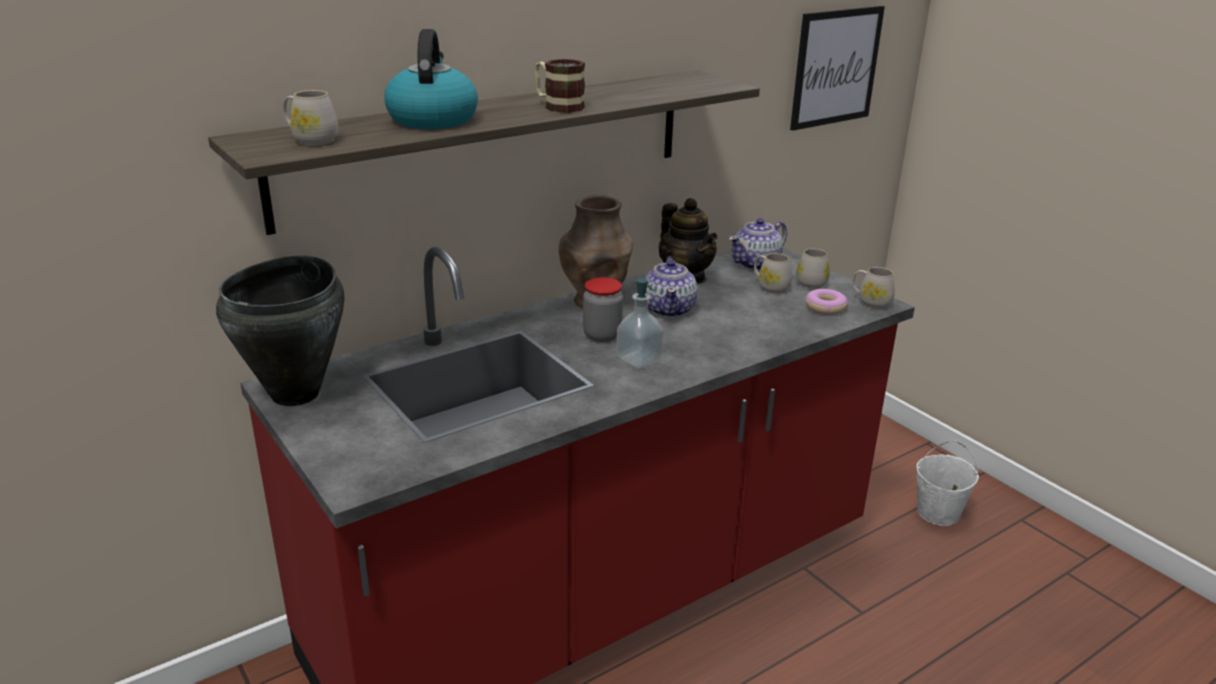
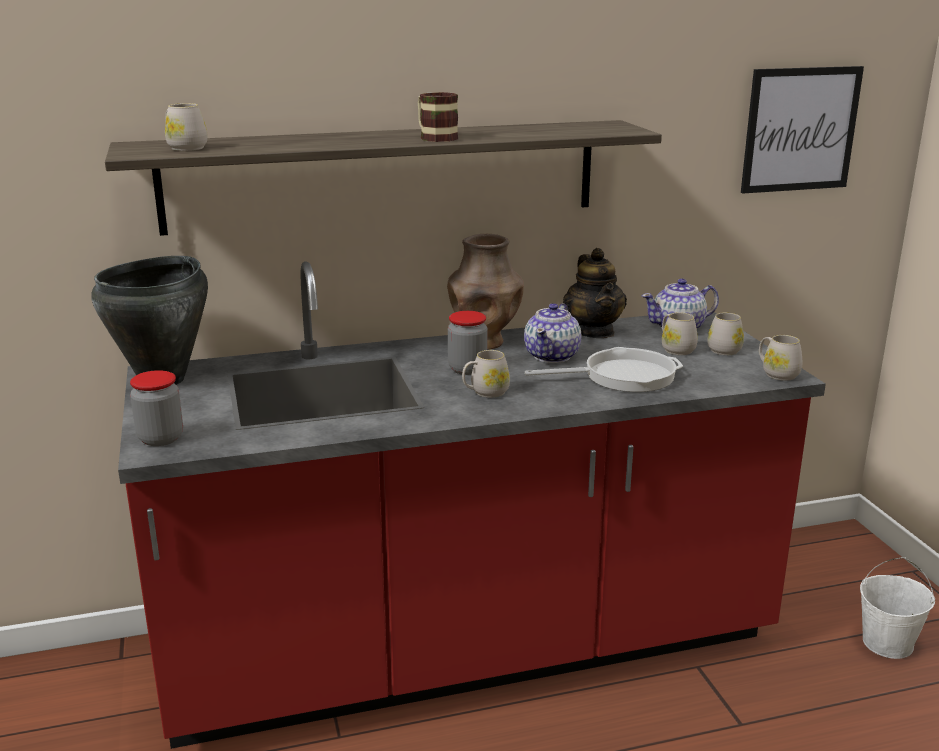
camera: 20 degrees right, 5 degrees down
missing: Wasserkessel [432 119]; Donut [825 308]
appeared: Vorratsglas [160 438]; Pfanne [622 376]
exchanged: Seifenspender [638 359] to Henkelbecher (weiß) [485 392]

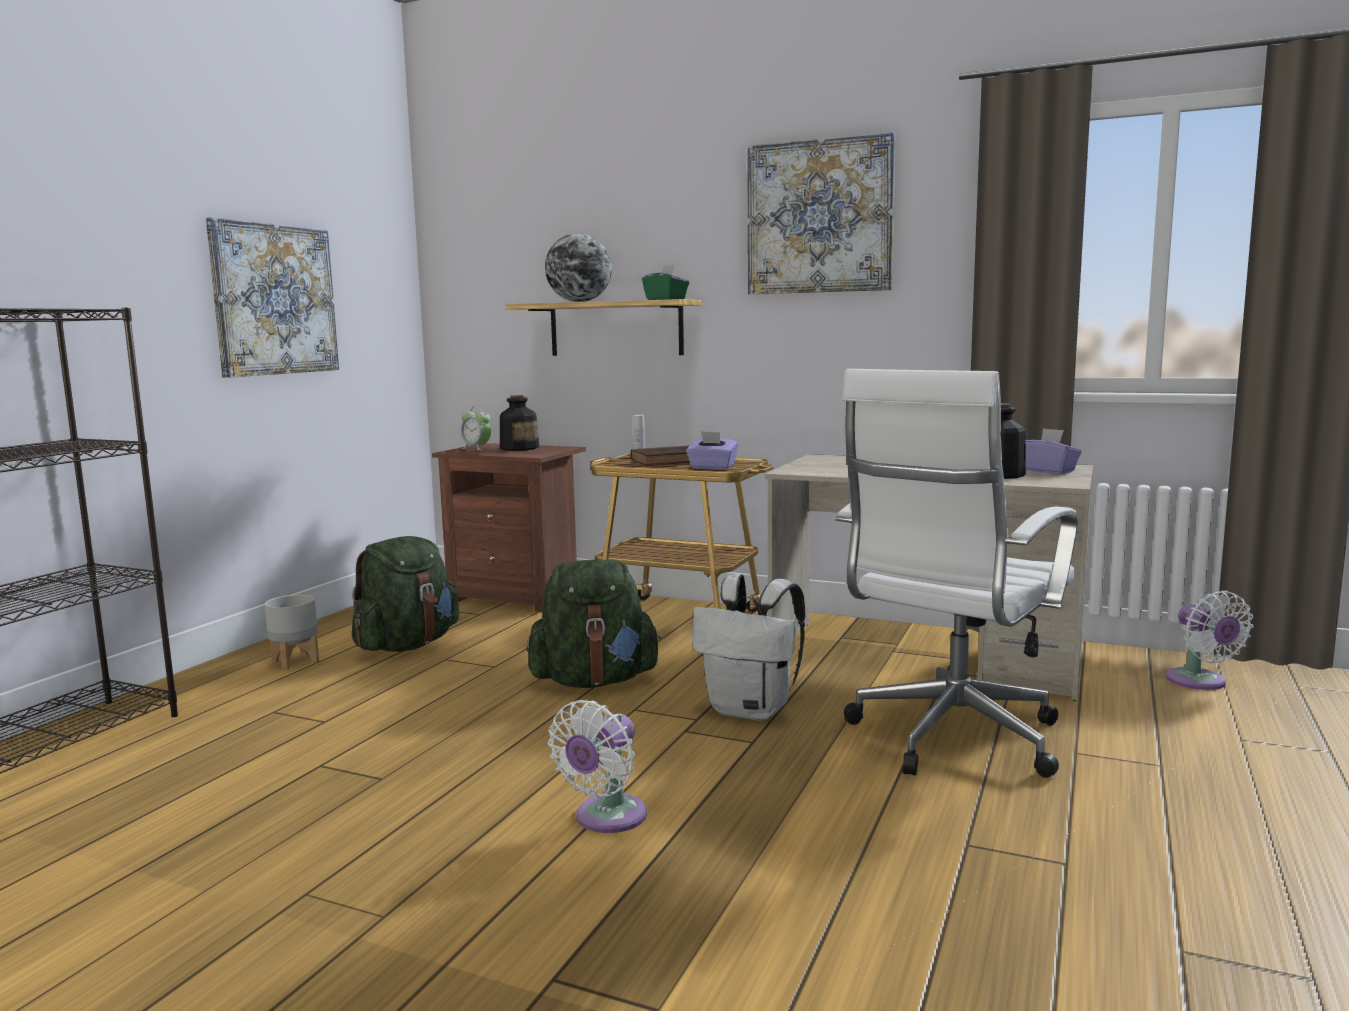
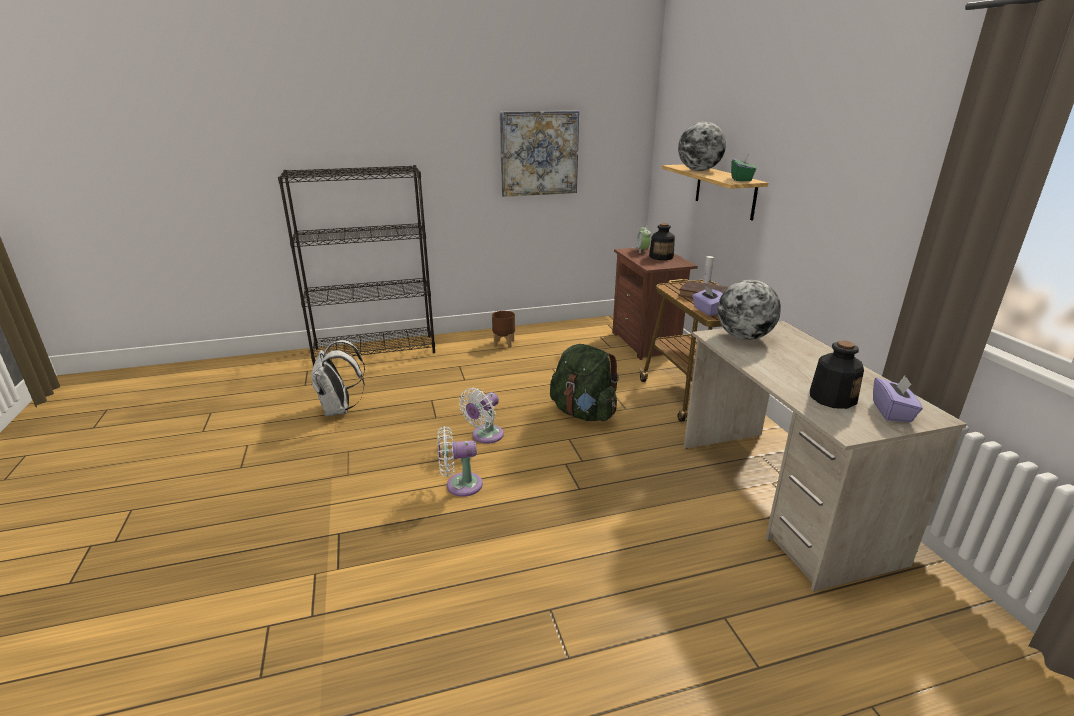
camera: 50 degrees right, 15 degrees up
missing: Rucksack (grün) [407 645]; Bild [819 217]; Bürostuhl (weiß) [950 740]
appeared: Globus [744 337]
relocated: Rucksack (weiß) [752 710] to [339 410]; Ventilator (weiß) [1200 682] to [485 436]
colour: Pflanzkübel (grau) [295 662] to Pflanzkübel (braun) [504 343]

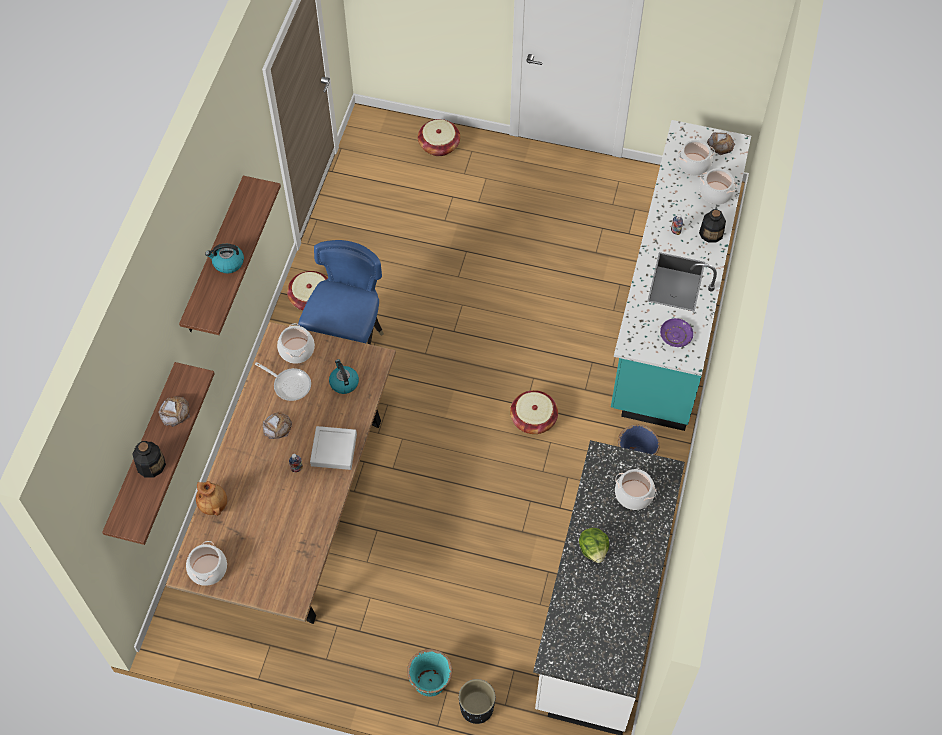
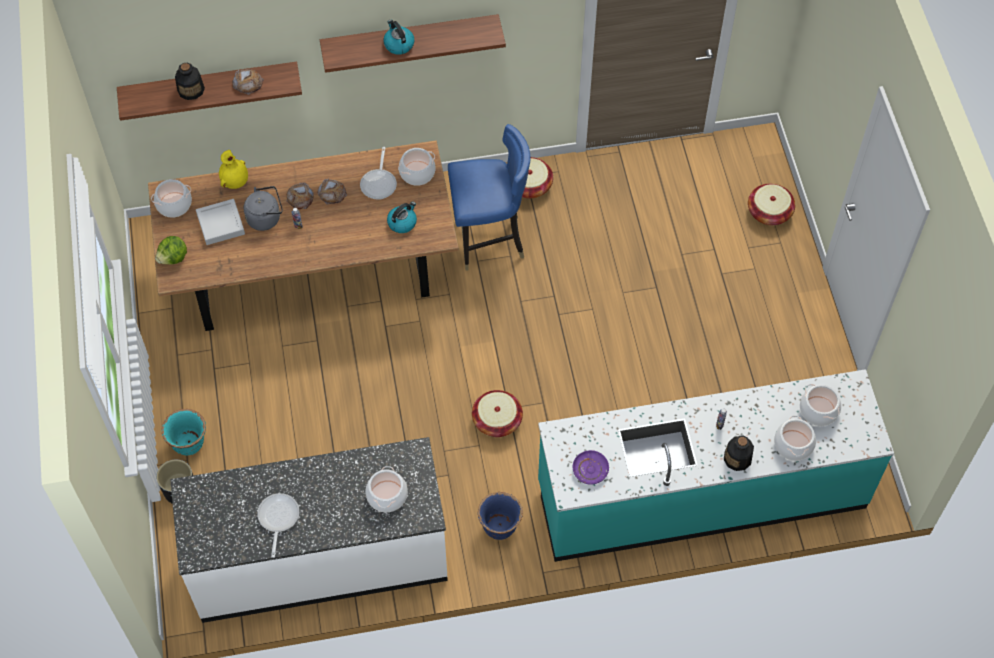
camera: 65 degrees right, 0 degrees up
appeared: Wasserkessel (grau) [266 218]; Pfanne [278 519]
relocated: Salatkopf [593 549] to [173 258]; Tablett (grau) [334 450] to [221 224]; Brot [720 145] to [300 198]
colour: Vase (braun) [214 504] to Vase (gelb) [235 182]

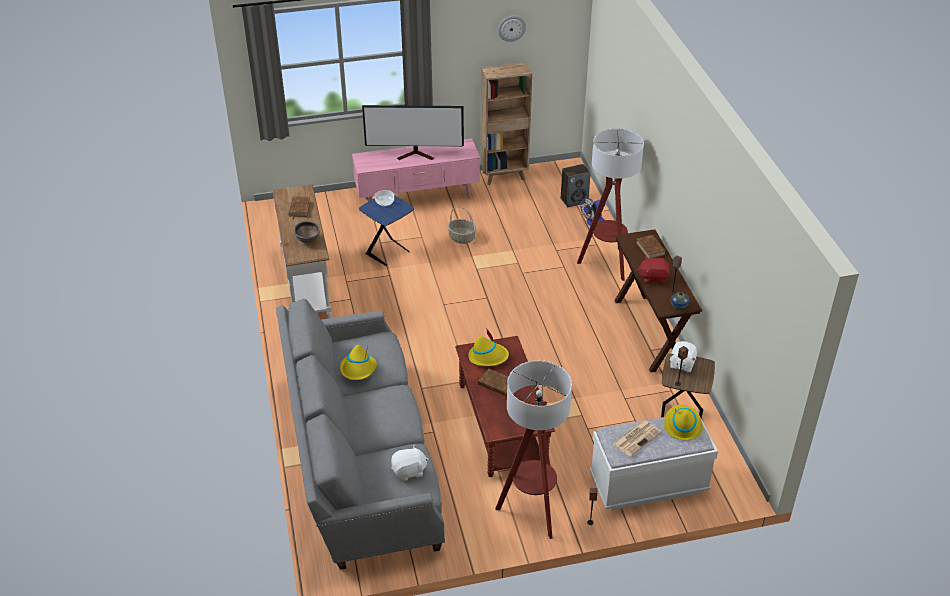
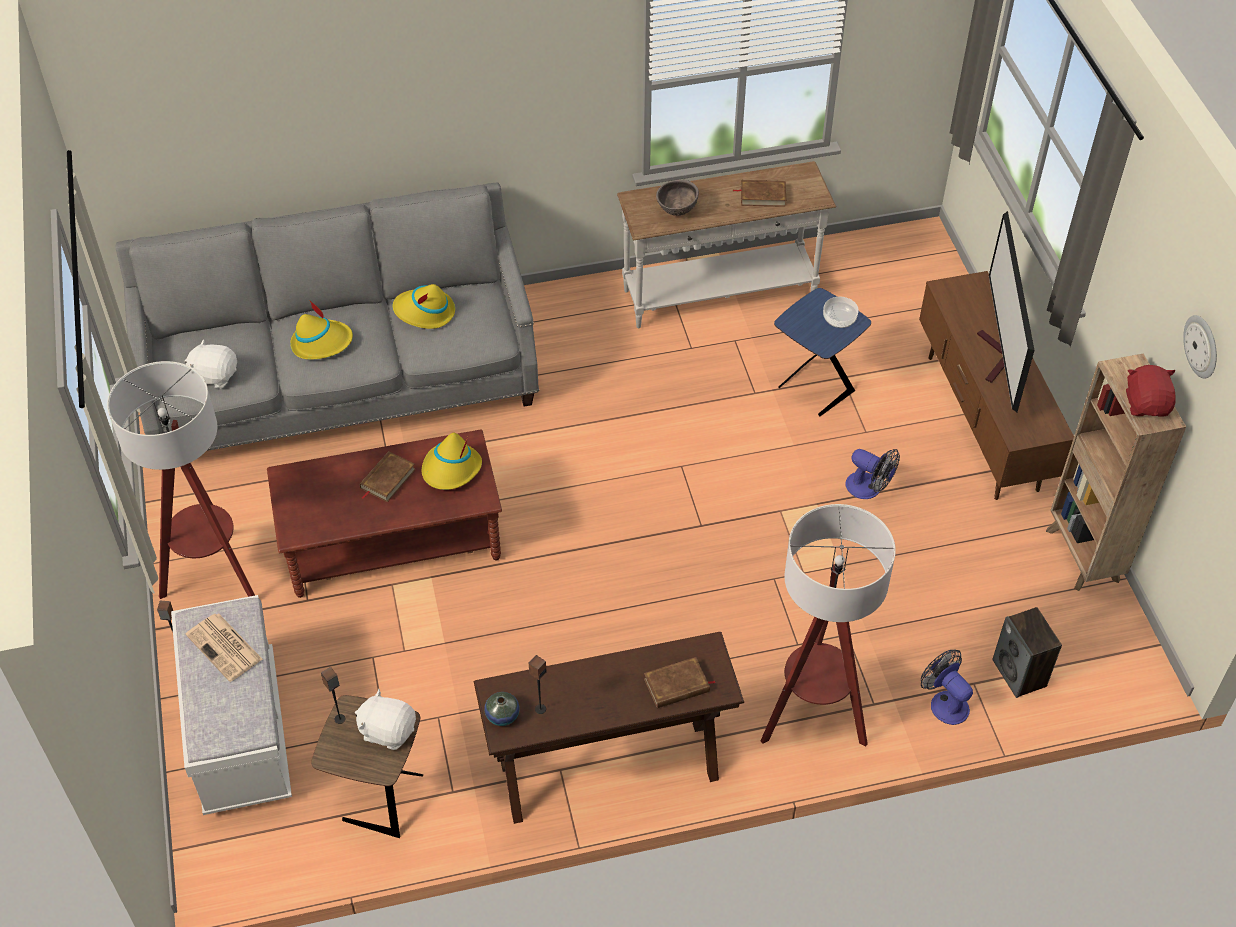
camera: 90 degrees right, 10 degrees up
relocated: Hut (gelb) [682 425] to [322 342]; Plüschtier (rot) [653 278] to [1146 404]
exchanged: Korb [461 238] to Ventilator [869 488]
colour: Fernsehschrank (rosa) [417 199] to Fernsehschrank (braun) [980 423]
spun: Plüschtier (weiß) [409 471] = [214 375] 120 degrees clockwise

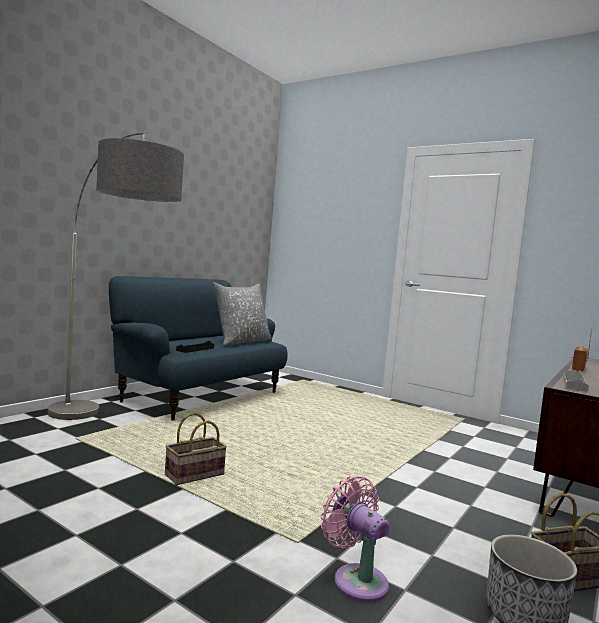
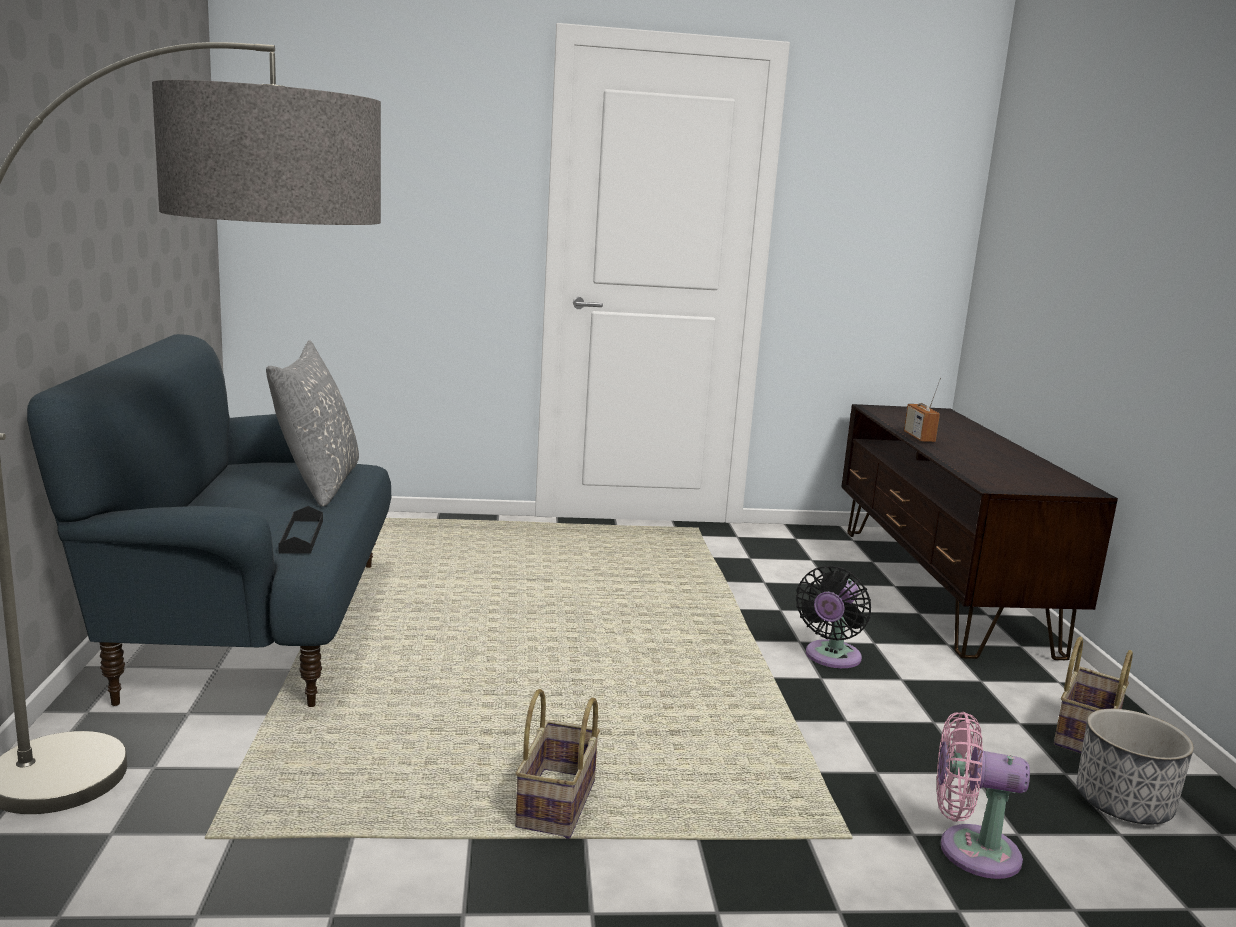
camera: 40 degrees left, 10 degrees up
missing: Tablett (grau) [574 384]
appeared: Ventilator (schwarz) [830 658]

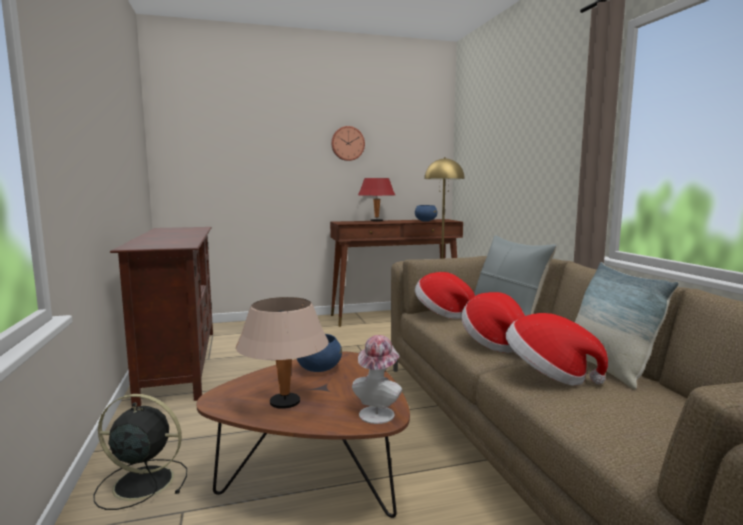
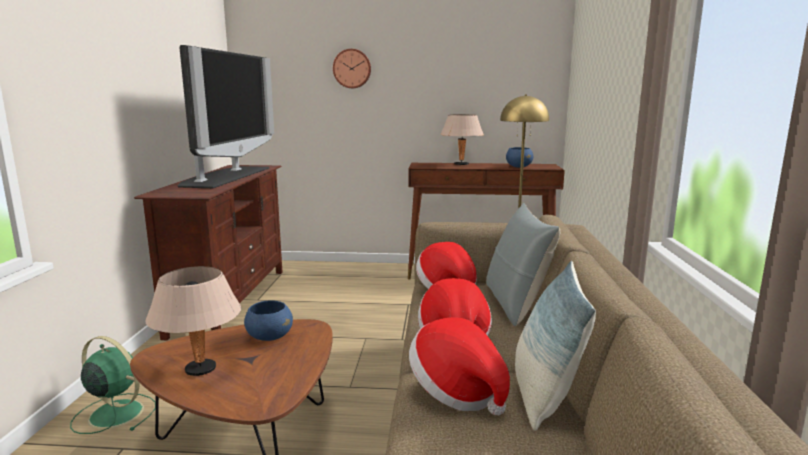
camera: 20 degrees right, 5 degrees up
missing: Hut [378 412]
appeared: Fernseher [225 176]
relocated: Wanduhr [347 143] to [352 68]
colour: Ventilator (schwarz) [141 482] to Ventilator (grün) [114 413]; Tischlampe (rot) [376 221] to Tischlampe (beige) [461 164]

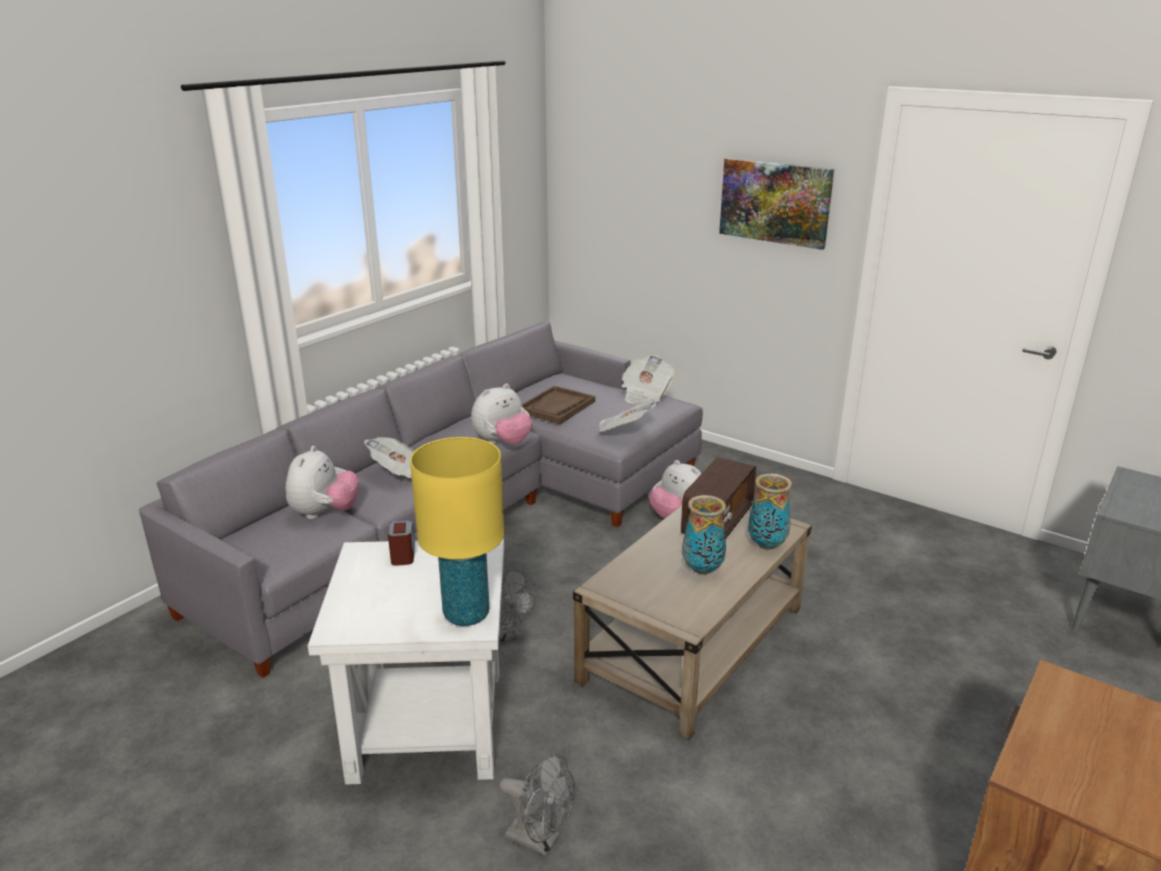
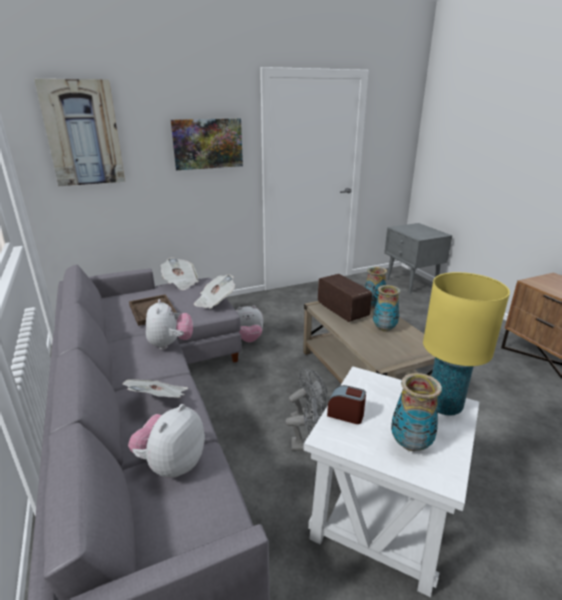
camera: 60 degrees left, 0 degrees up
appeared: Bild [83 133]; Vase [410 444]
relocated: Ventilator (grau) [540 840] to [307 414]
spun: Plüschtier [324 513] = [171 464] 105 degrees counterclockwise

